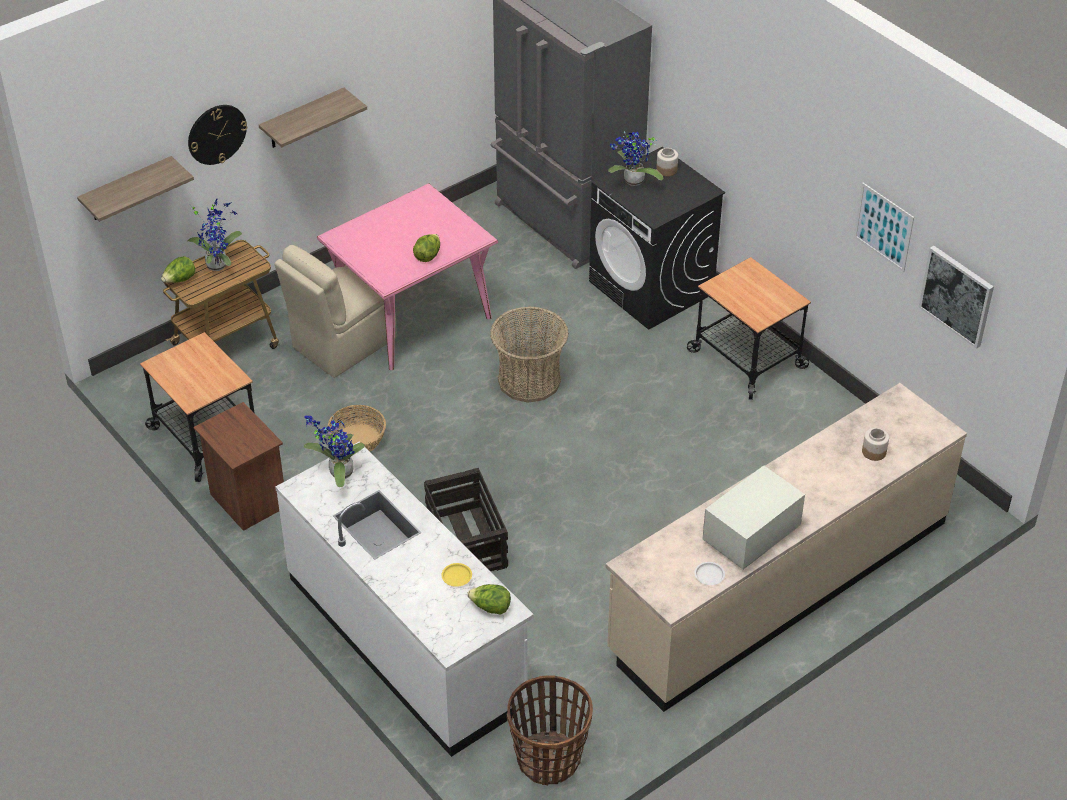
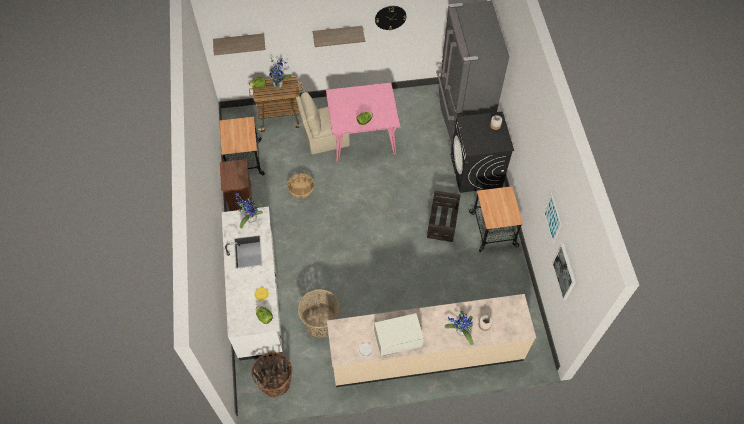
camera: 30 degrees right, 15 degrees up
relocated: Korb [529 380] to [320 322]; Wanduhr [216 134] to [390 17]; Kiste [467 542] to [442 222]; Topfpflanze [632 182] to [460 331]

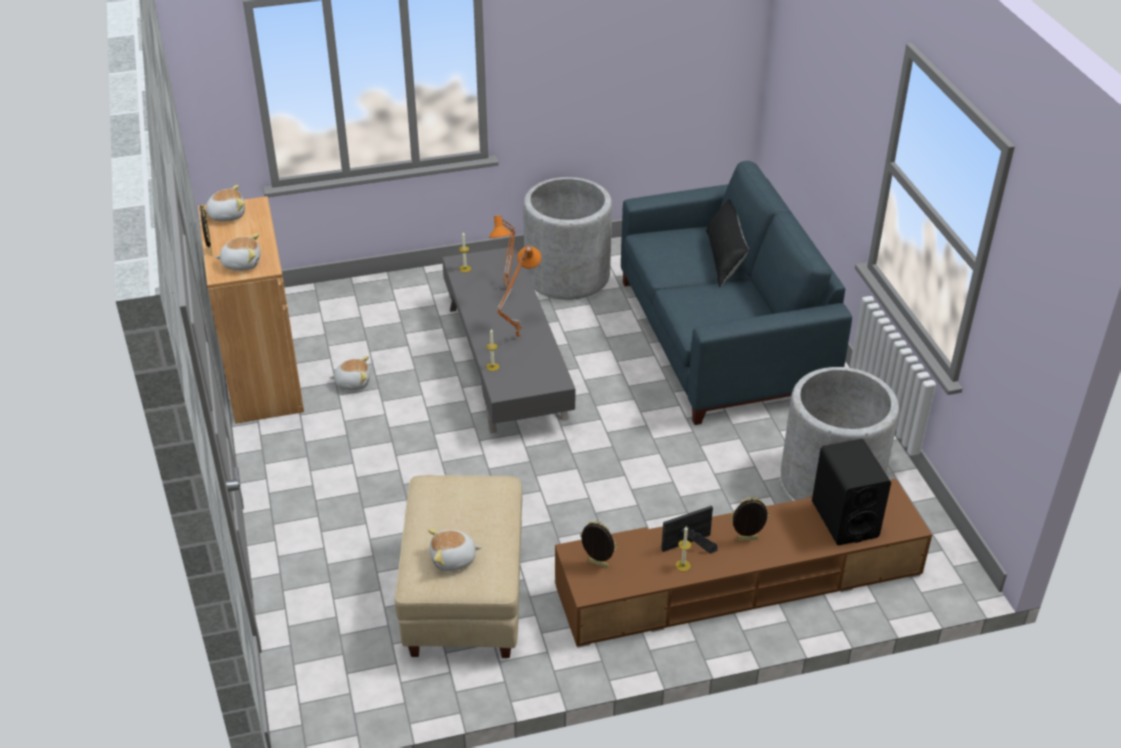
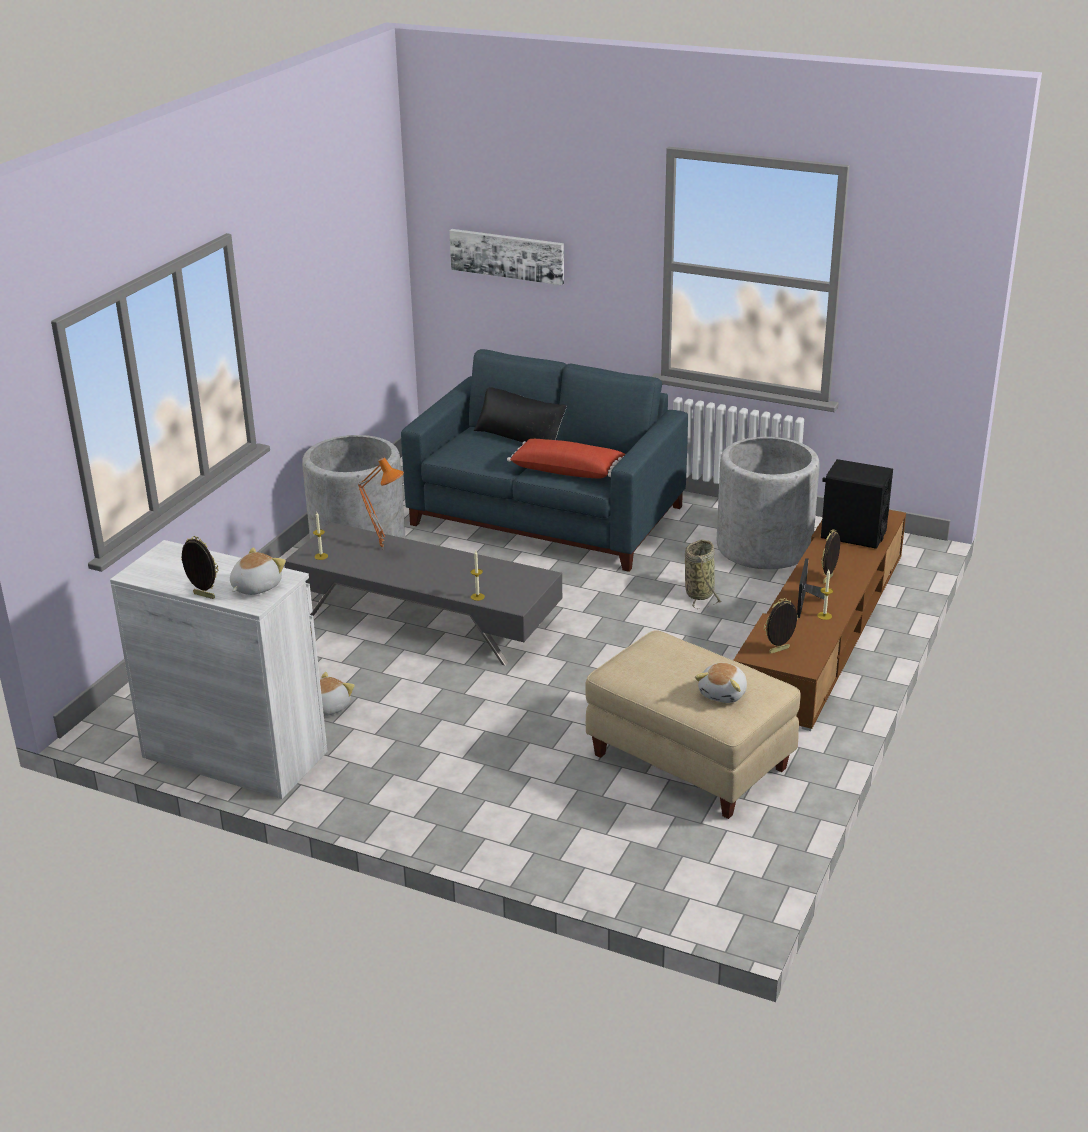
camera: 50 degrees left, 10 degrees down
missing: Plüschtier [226 215]; Tischlampe (orange) [516 337]
appeared: Bild [507 255]; Kissen (rot) [567 470]; Korb [699 592]
colour: Schrank (braun) [263 375] to Schrank (weiß) [234 754]

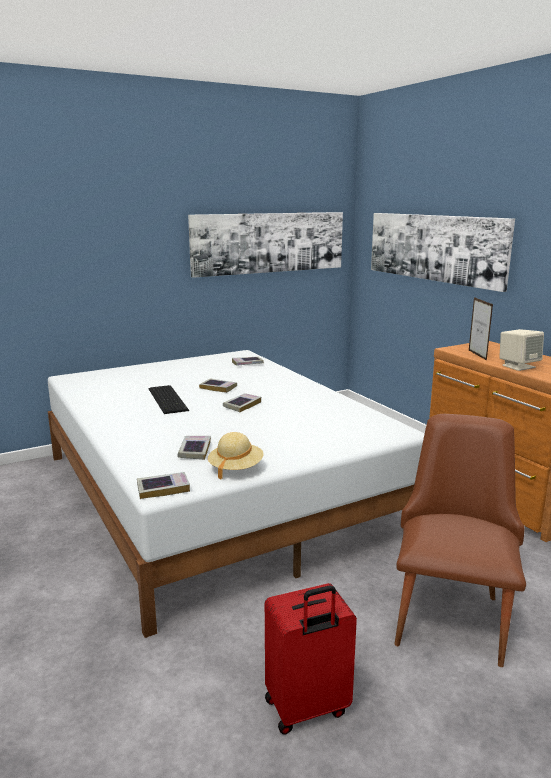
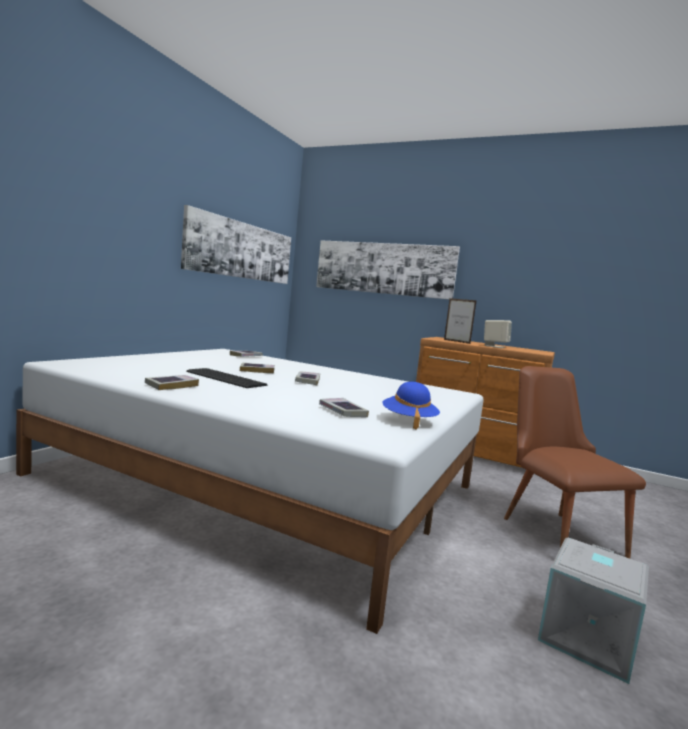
camera: 35 degrees left, 10 degrees down
relocated: Buch [163 489] to [172 385]
exchanged: Koffer (rot) [307 709] to Aufbewahrungsbox (grau) [588 639]
colour: Hut (beige) [235 468] to Hut (blau) [408 421]

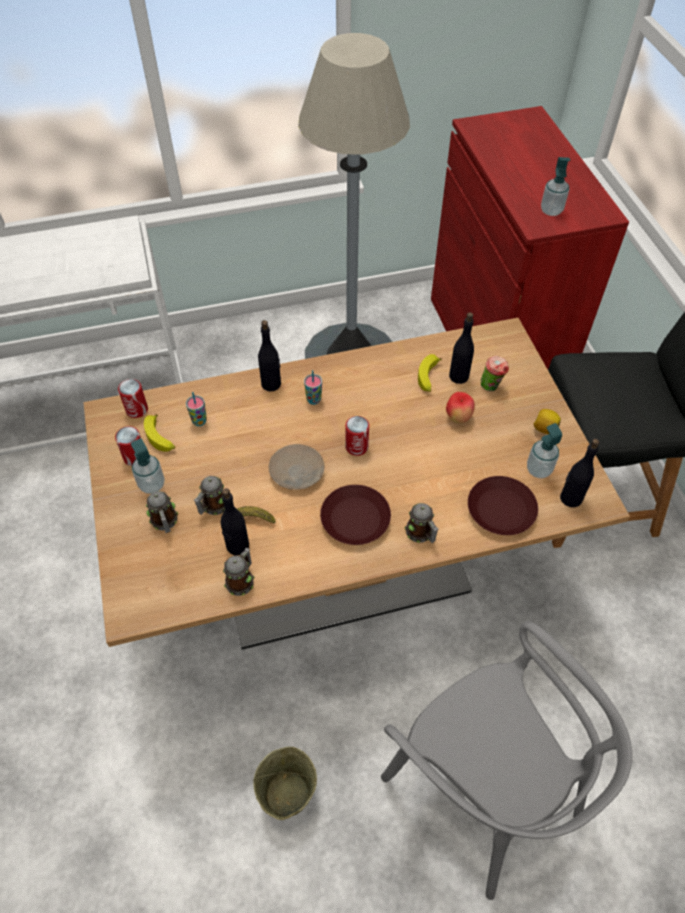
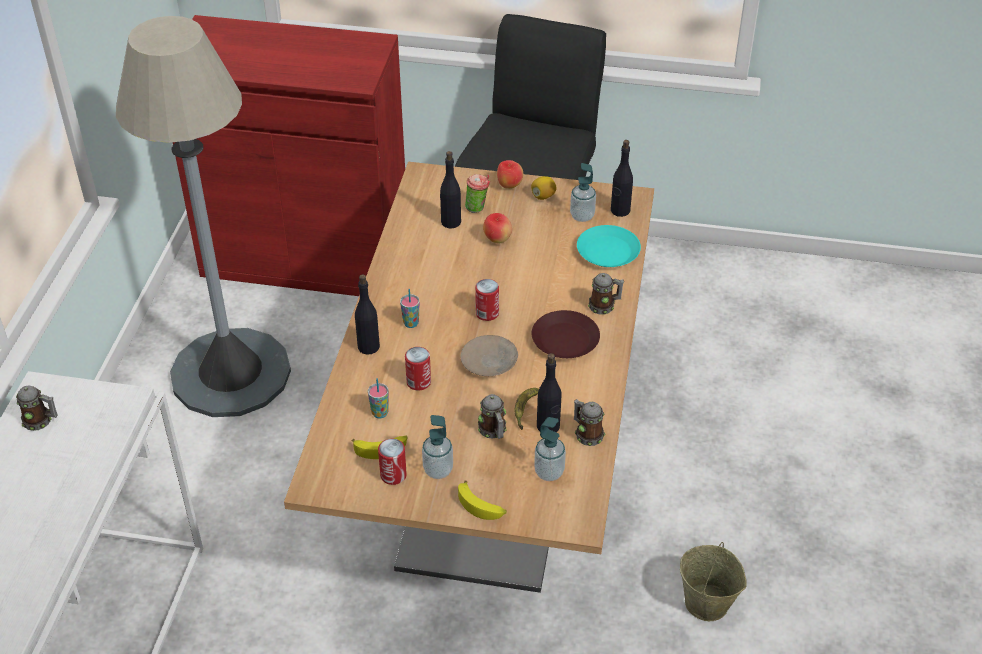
camera: 65 degrees left, 10 degrees down
missing: Stuhl (grau) [482 789]
appeared: Apfel [509 186]
relocated: Henkelbecher [165 522] to [41 421]; Dose [137 410] to [418 382]; Banane [429 378] to [481 506]; Seifenspender [551 210] to [549 472]
colour: Teller (braun) [501 510] to Teller (türkis) [608 251]

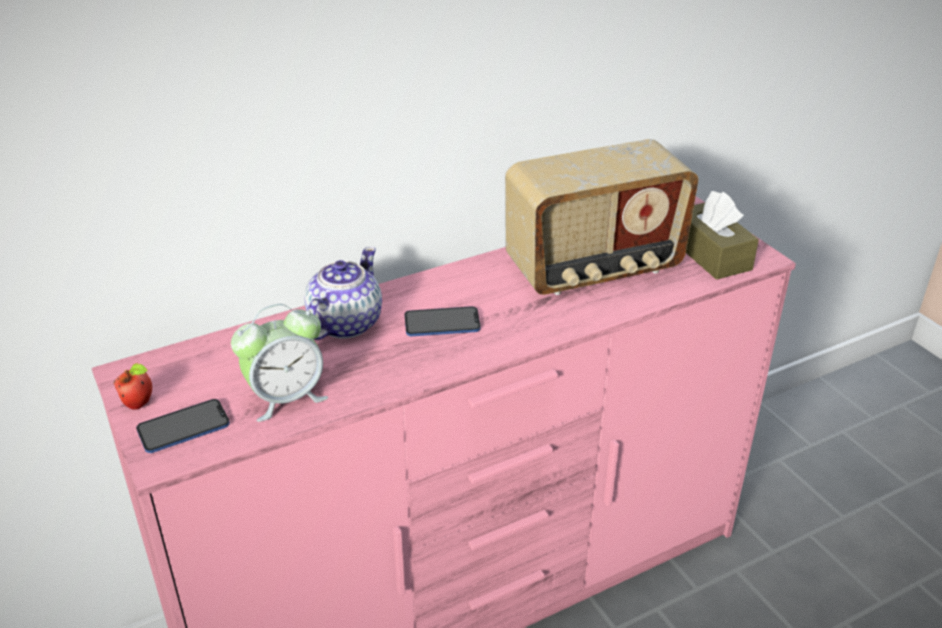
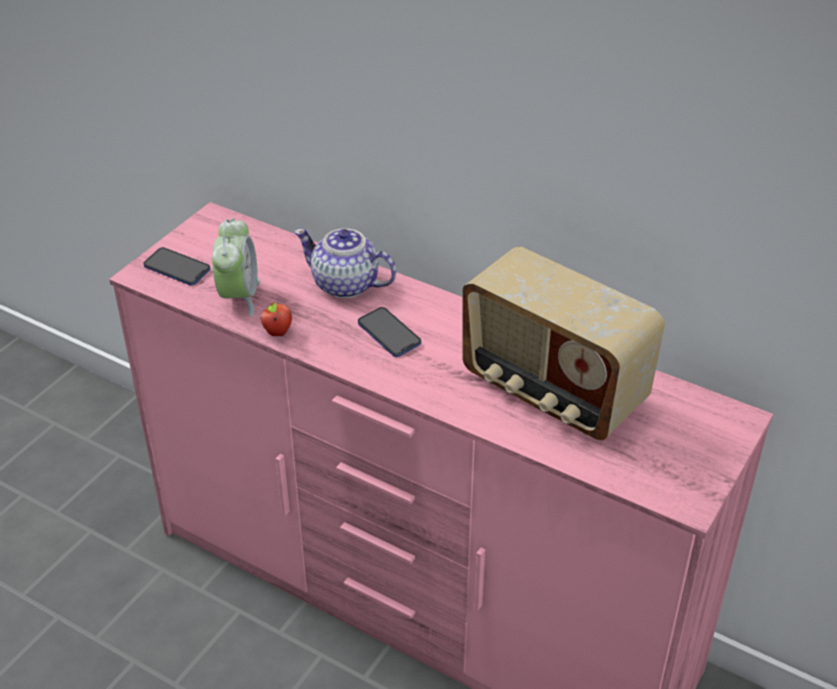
camera: 60 degrees right, 5 degrees up
missing: Taschentuchbox (braun) [710 254]
relocated: Apfel [139 404] to [278 333]
spun: Wecker [286 398] = [239 296] 120 degrees counterclockwise; Teekanne [344 324] = [346 285] 150 degrees counterclockwise

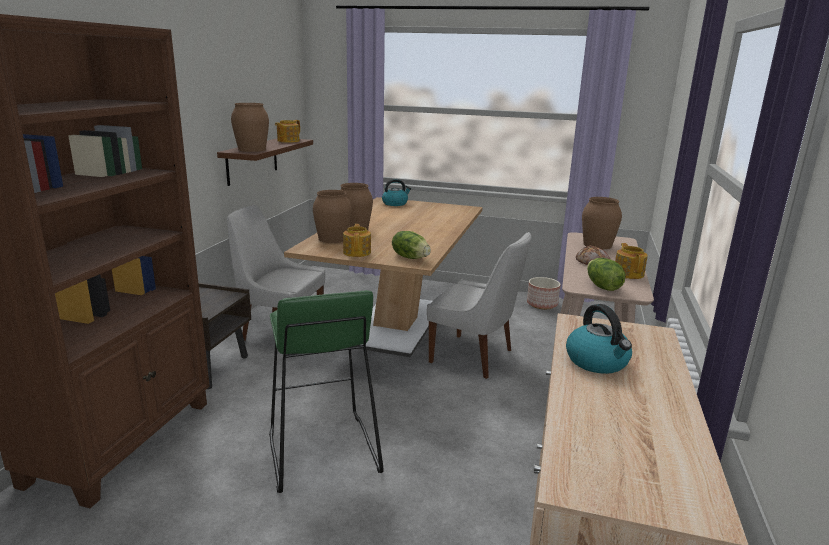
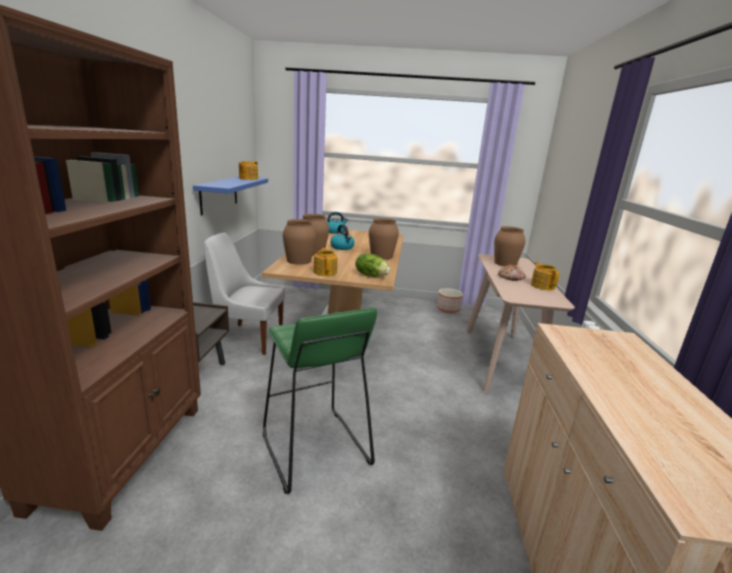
camera: 10 degrees left, 0 degrees up
missing: Stuhl (weiß) [474 357]; Salatkopf [602 287]
relocated: Wasserkessel [597 362] to [342 247]; Vase (braun) [252 149] to [382 256]
colour: Wandregal (braun) [252 160] to Wandregal (blau) [219 194]

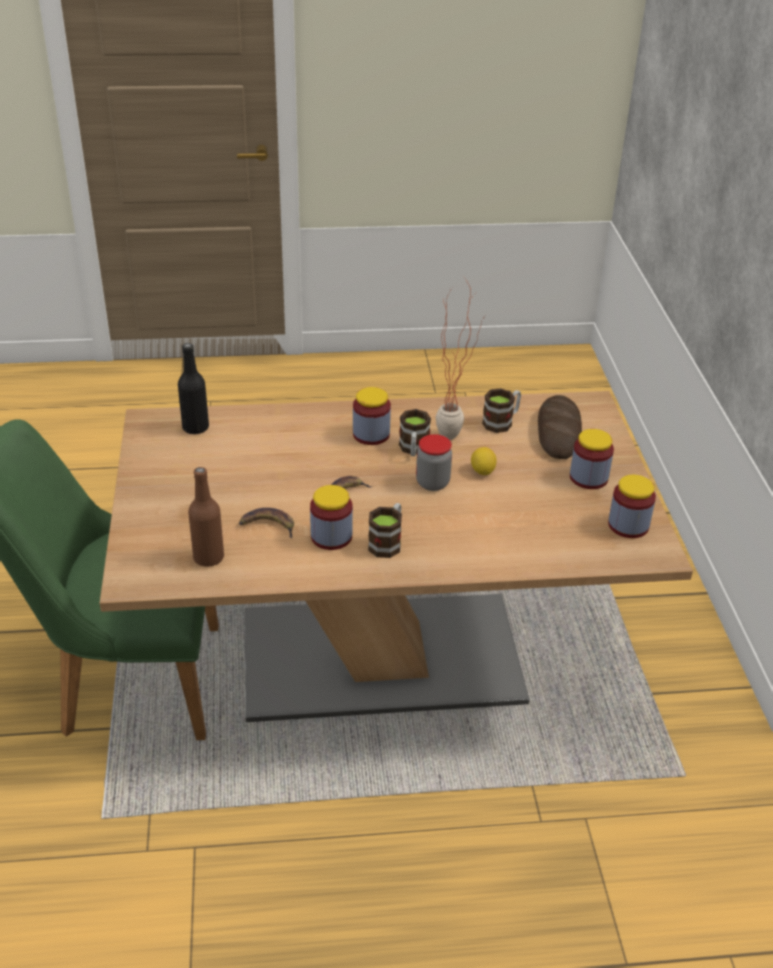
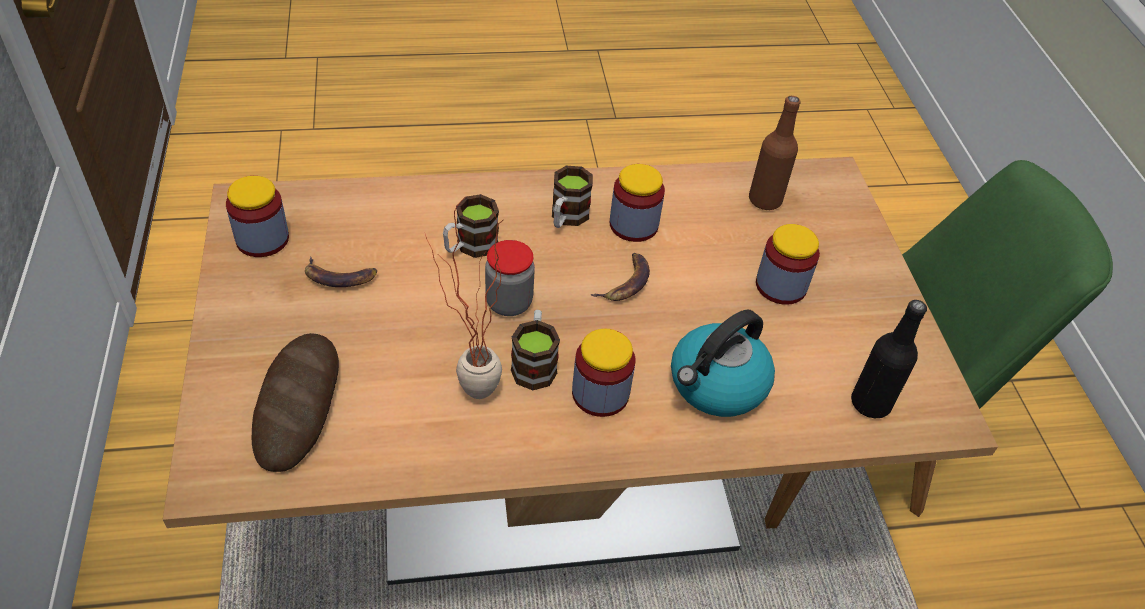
camera: 175 degrees right, 10 degrees up
missing: Zitrone [482 471]
appeared: Wasserkessel [717 385]
relocated: Banane [268 525] to [339 277]; Henkelbecher [502 422] to [470 247]; Vorratsglas [588 477] to [781 286]

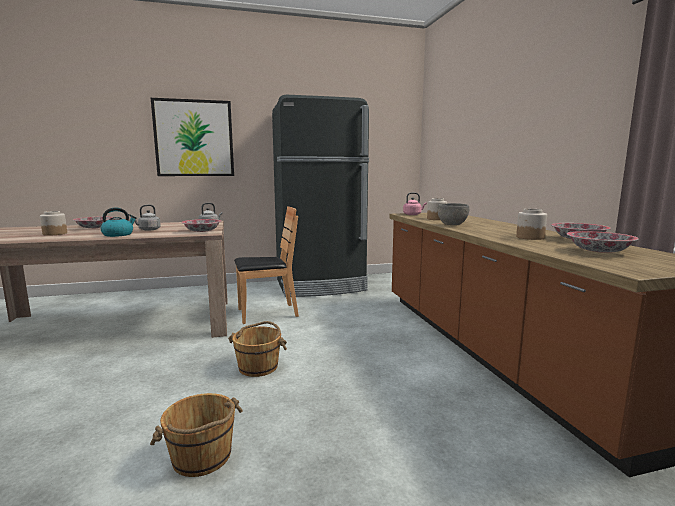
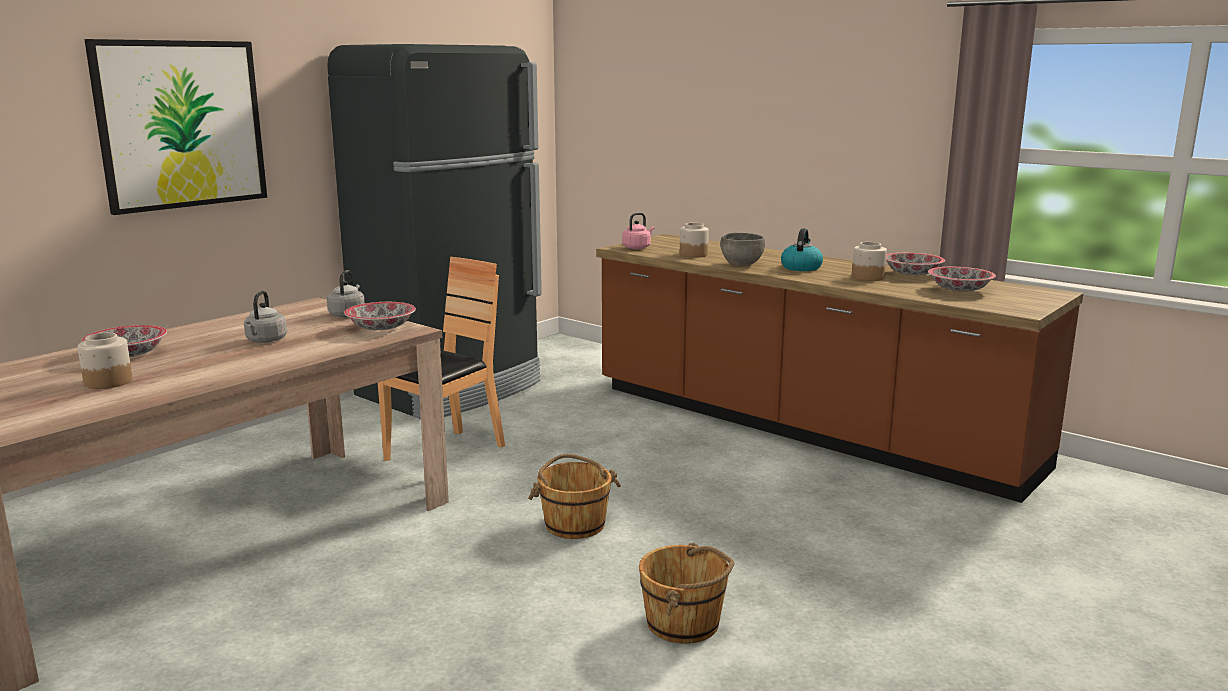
camera: 35 degrees left, 5 degrees up
relocated: Wasserkessel [118 234] to [801 267]

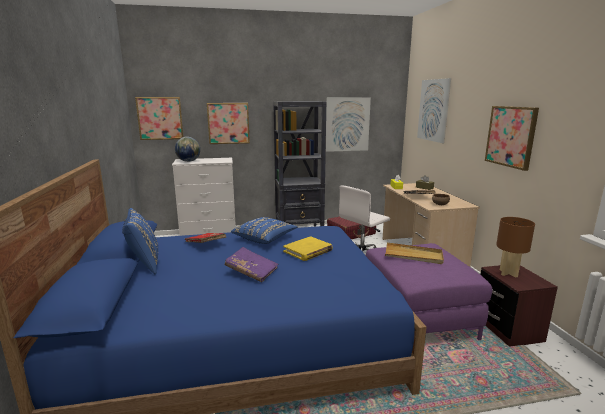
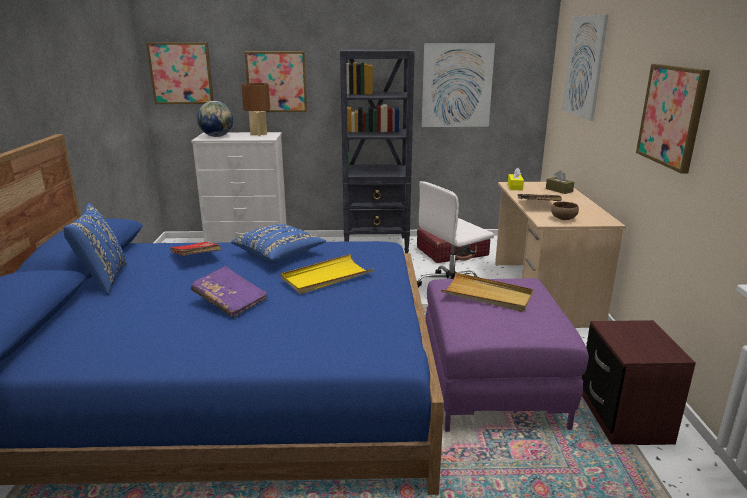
camera: 10 degrees right, 5 degrees up
relocated: Tischlampe (braun) [508 273] to [258 134]
exchanged: Buch (gelb) [308 251] to Tablett (gelb) [326 277]

